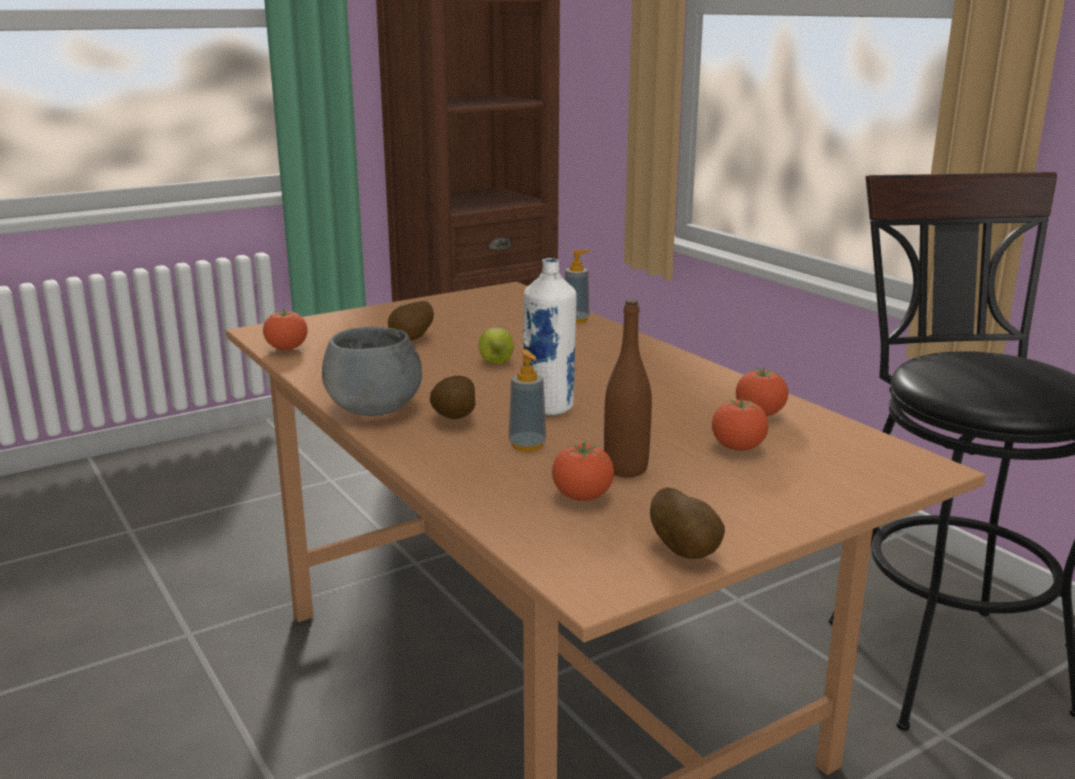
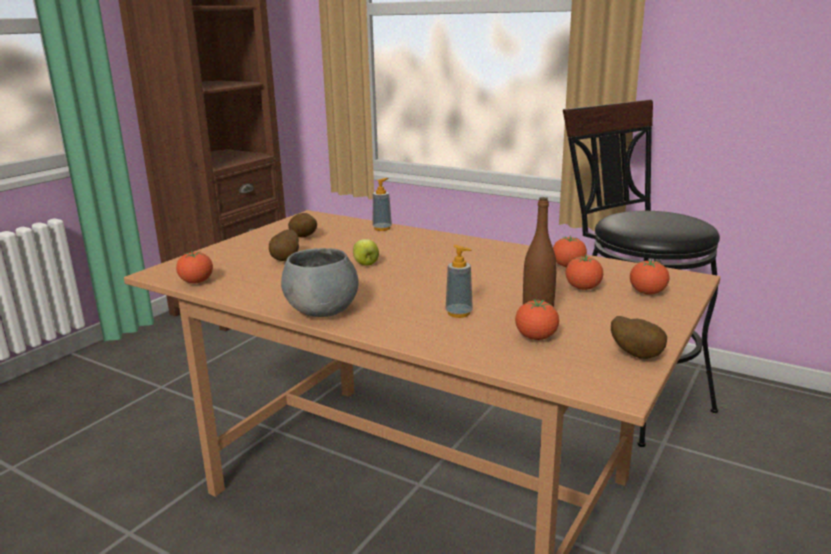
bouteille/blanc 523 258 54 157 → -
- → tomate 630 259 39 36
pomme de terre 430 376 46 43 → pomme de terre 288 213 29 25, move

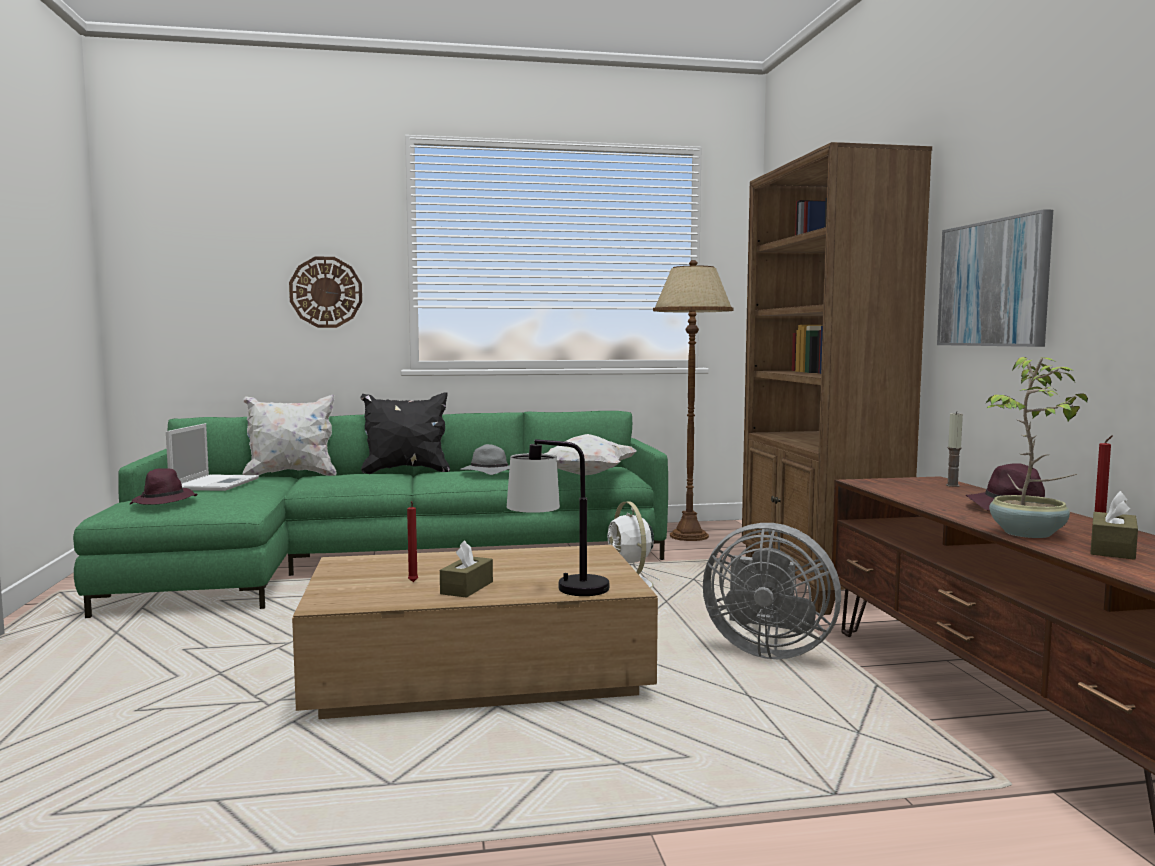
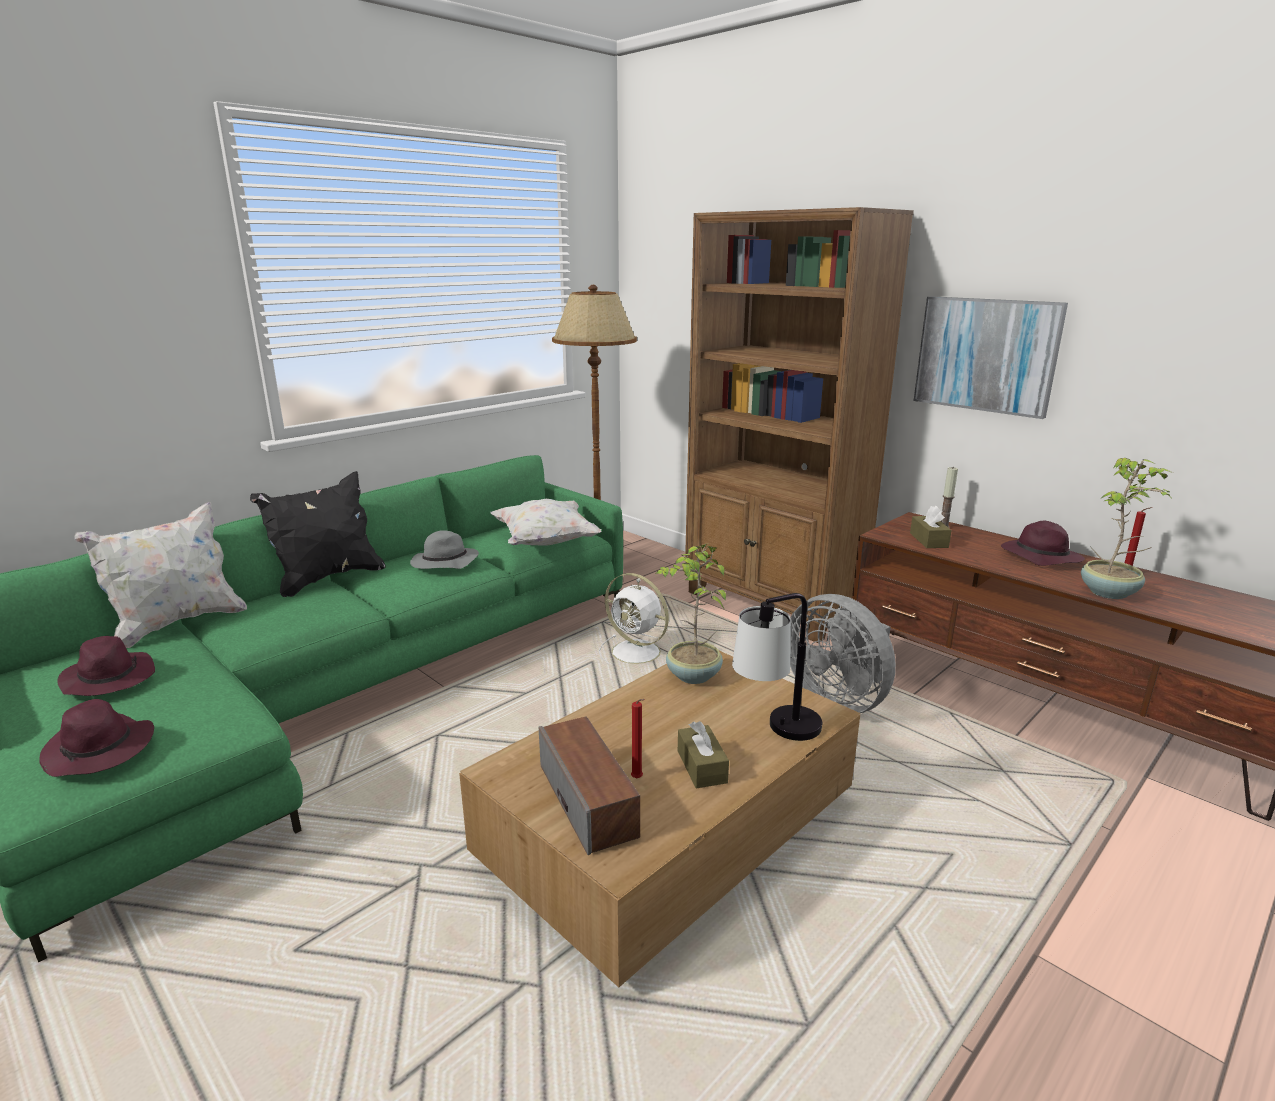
horloge murale 289 256 73 72 → -
- → enceinte 539 716 101 139
- → plante en pot 655 543 71 141
boîte à mouchoirs/marron 1090 491 48 69 → boîte à mouchoirs/marron 910 505 42 43, move
ordinateur portable 166 423 93 68 → chapeau/violet 57 636 98 60
ventilateur/gris 703 523 138 136 → ventilateur/gris 790 594 106 119, 60 degrees clockwise

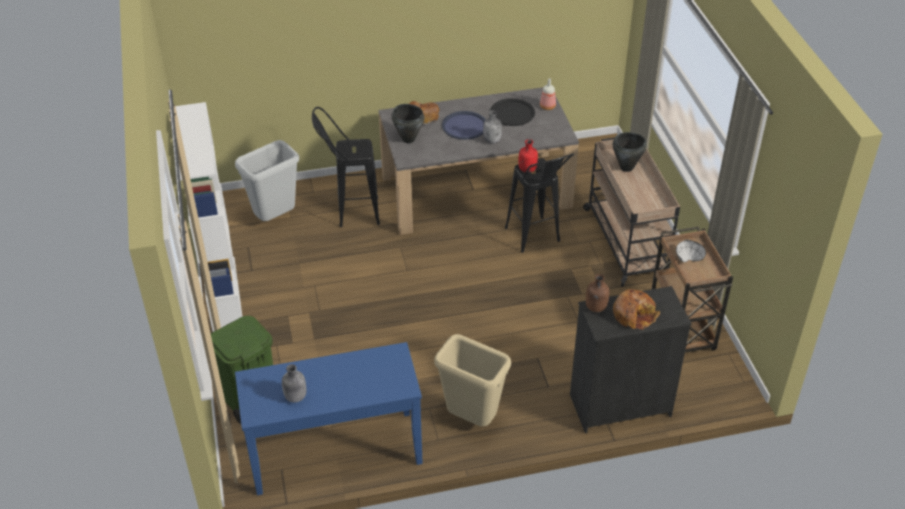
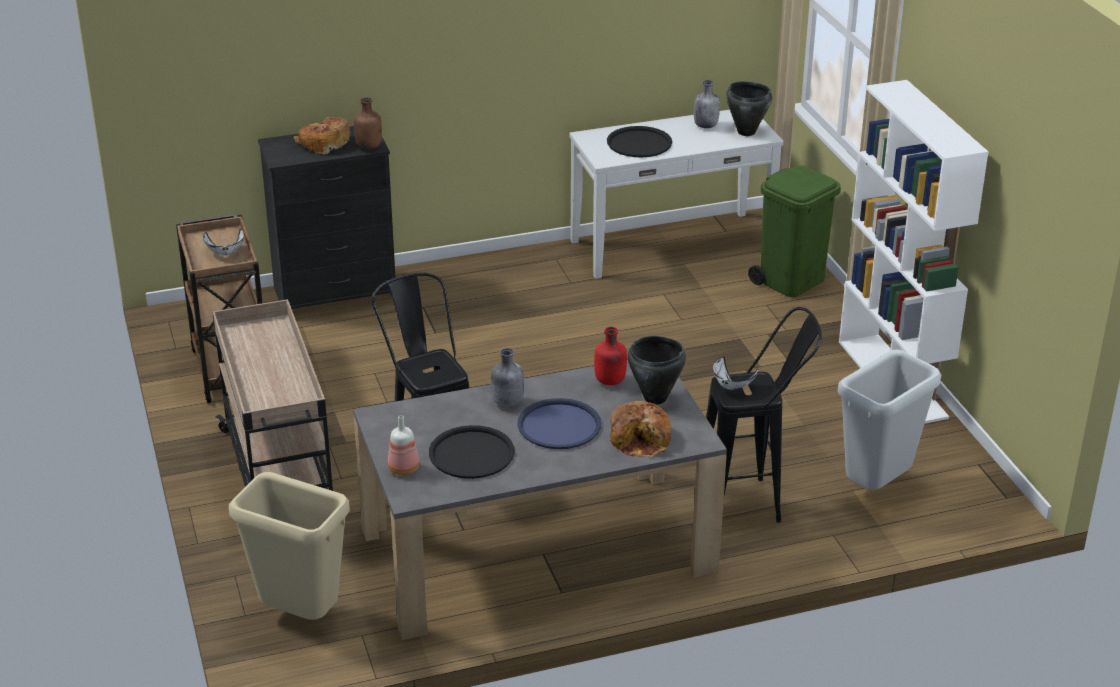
- → plateau/noir 607 126 65 31
- → bol/blanc 713 357 46 33
poubelle/beige 434 334 77 93 → poubelle/beige 229 472 121 148, move
bouteille/rouge 518 139 20 34 → bouteille/rouge 594 327 33 58, move
marmite/noir 613 132 34 40 → marmite/noir 726 81 46 55, move
table console/bleu 235 342 188 153 → table console/blanc 570 110 213 169

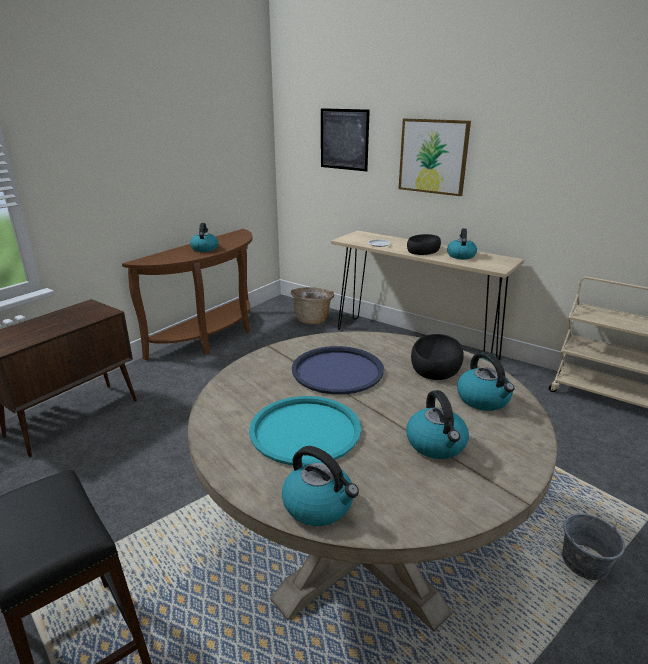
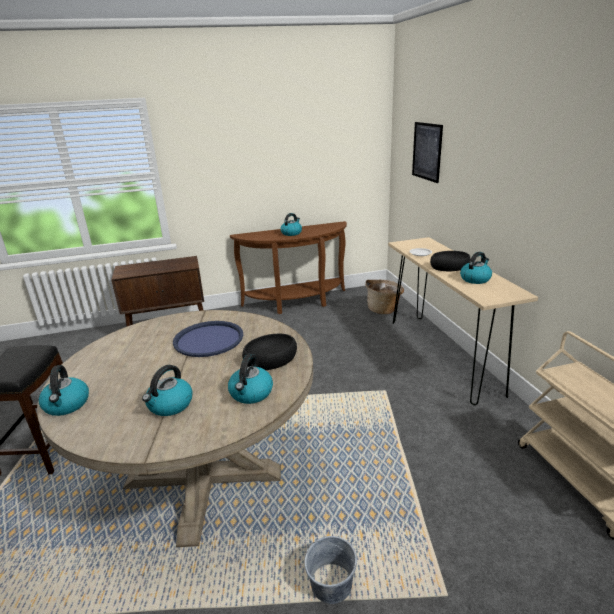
plateau/turquoise 249 396 112 69 → -
tableau 399 118 72 78 → -

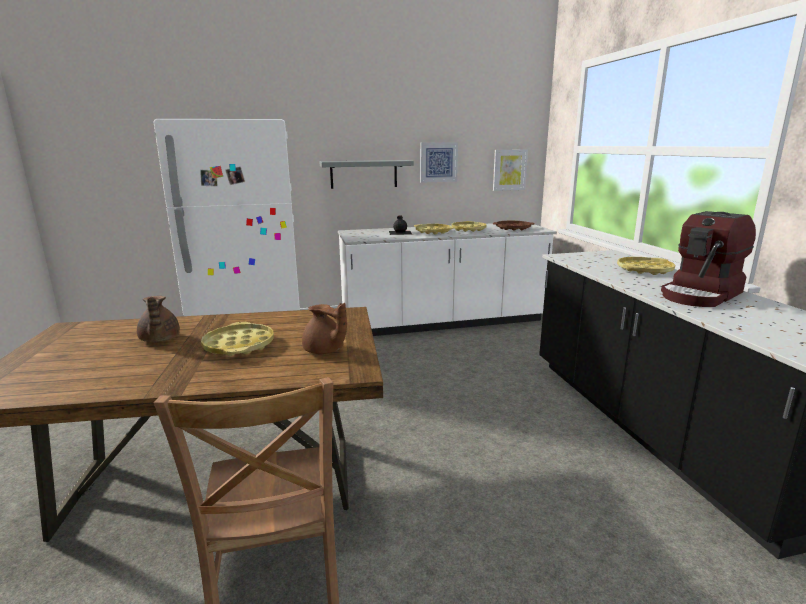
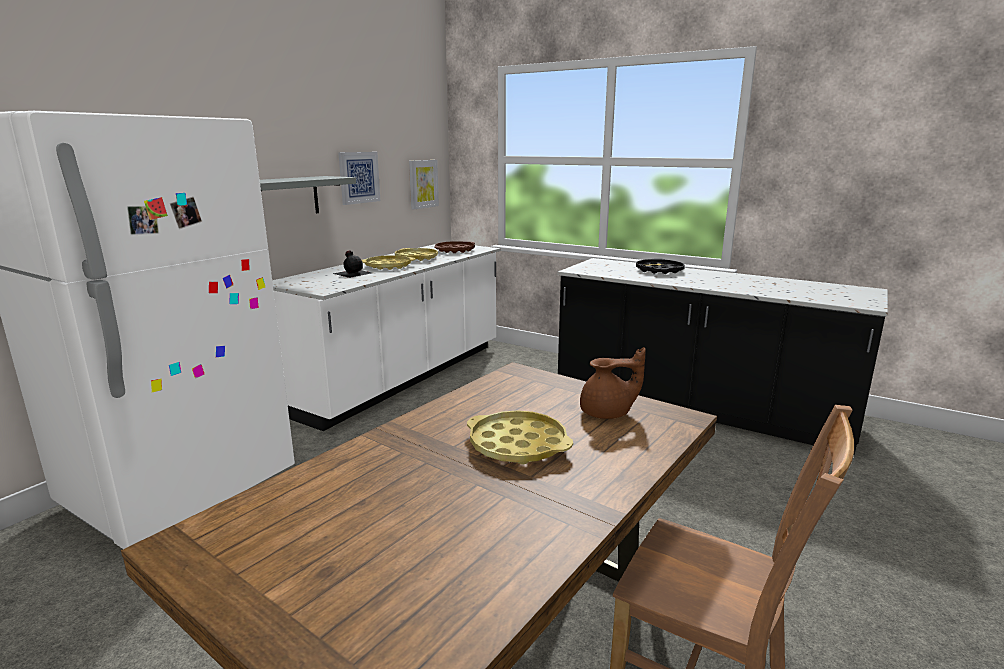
théière/marron 137 296 43 46 → -
machine à café 661 211 95 96 → -
plateau/jaune 617 257 58 18 → plateau/noir 636 258 49 16

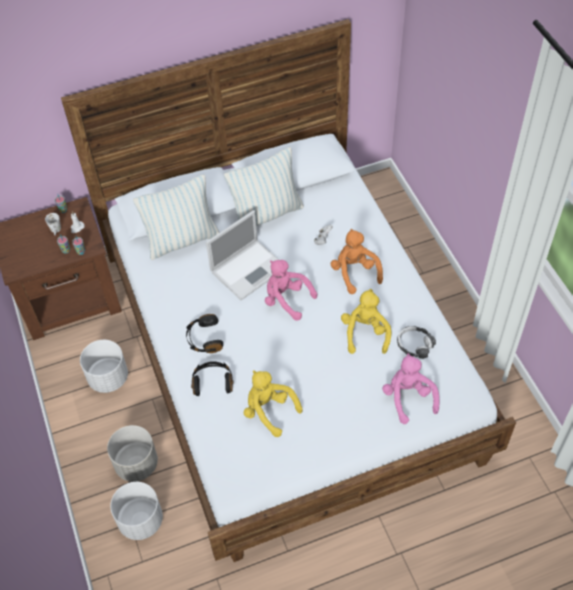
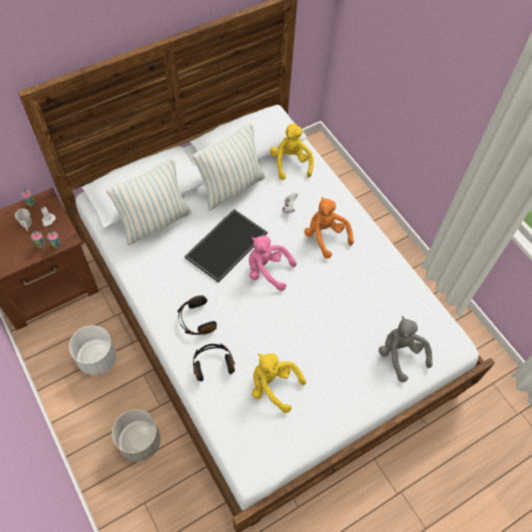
cache-pot/blanc 110 482 53 58 → -
casque audio 397 326 39 33 → -
peluche/jaune 341 289 50 65 → peluche/jaune 270 123 44 57, move
ordinateur portable 206 210 73 90 → plateau 184 209 83 74
peluche/rose 382 353 58 71 → peluche/gris 379 316 54 66

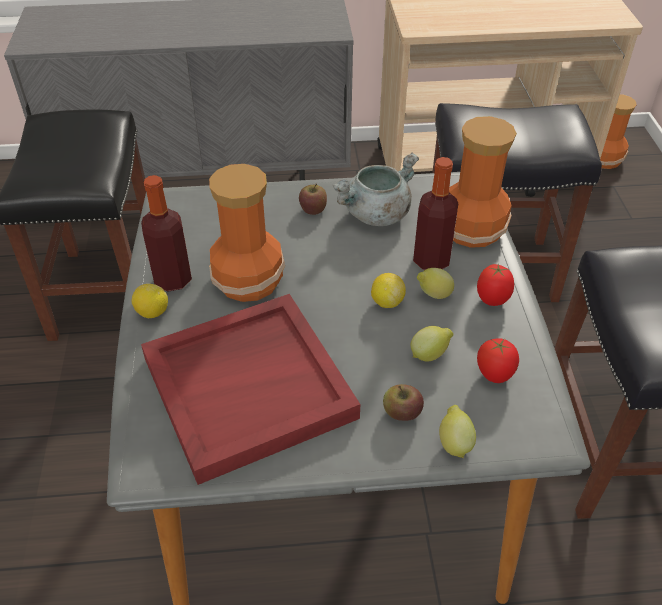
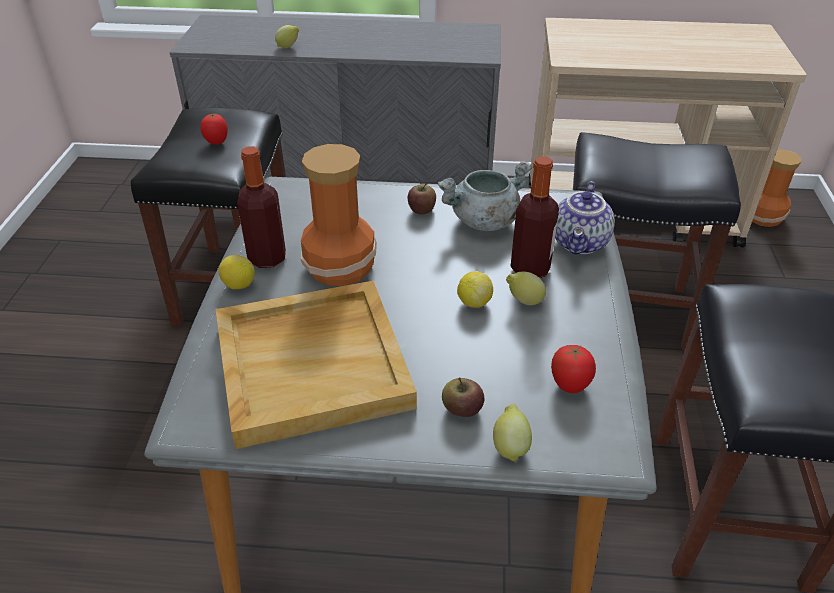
citron 411 326 43 36 → citron 275 25 24 23, move
tomate 477 264 37 42 → tomate 200 113 28 32, move
vase 449 116 68 132 → théière 555 181 60 73
plateau/rouge 141 294 219 191 → plateau/beige 215 281 202 168

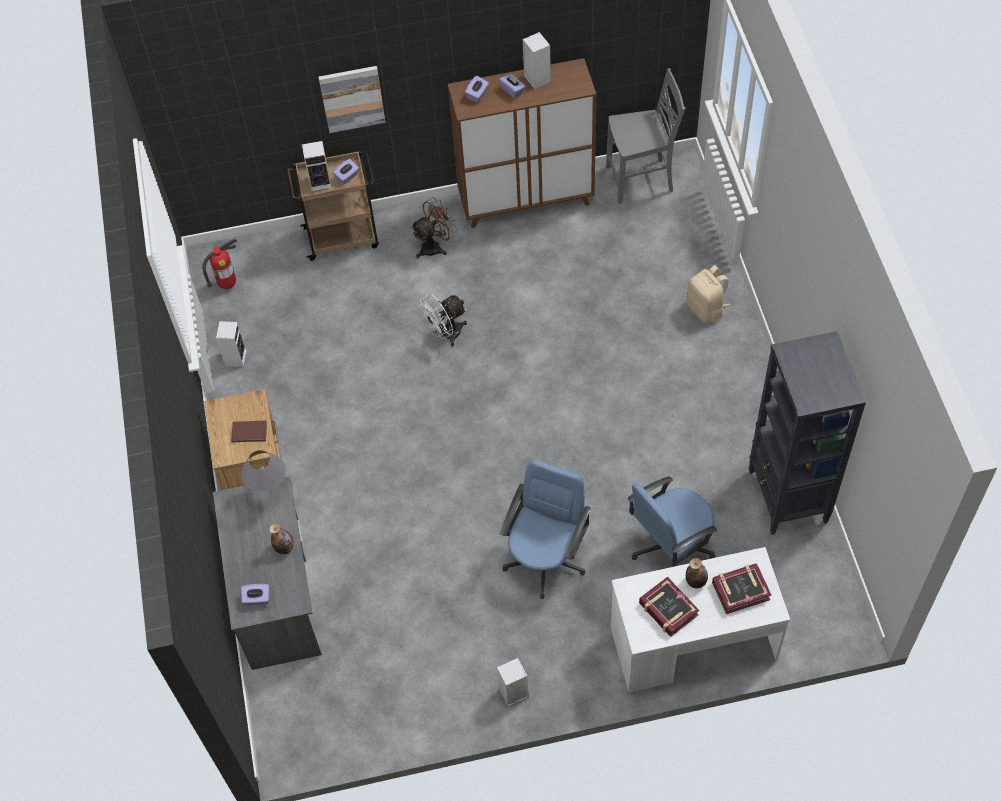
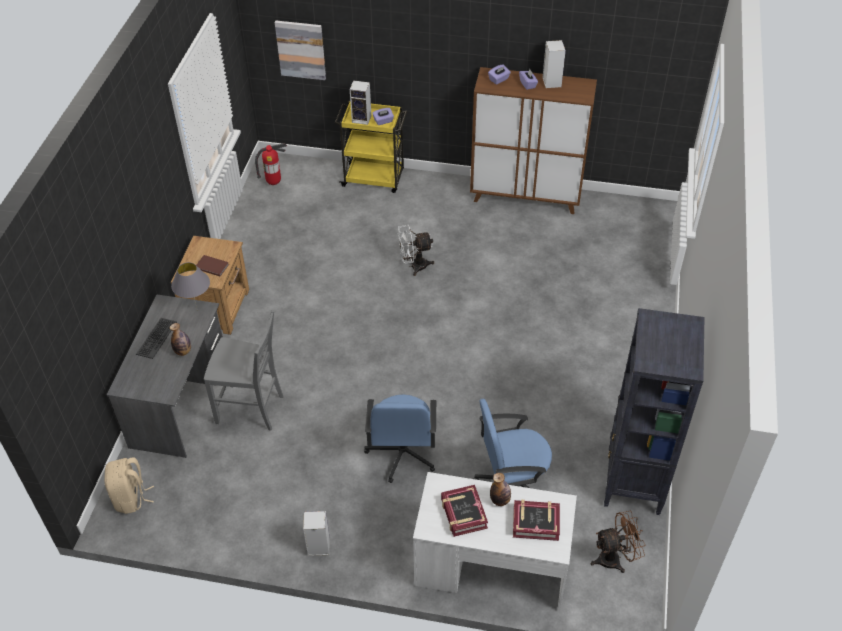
enceinte 216 321 31 46 → -
boîte à mouchoirs/violet 241 584 28 21 → -
- → clavier 136 318 41 41
tableau 319 66 66 67 → tableau 275 21 51 59, move
ventilateur/marron 411 197 46 62 → ventilateur/marron 591 511 54 62, move
chaise/gris 606 68 79 136 → chaise/gris 204 310 79 121, move
sac à dos/beige 686 265 44 59 → sac à dos/beige 104 458 50 56, move
chariot/marron 287 151 92 110 → chariot/jaune 335 101 72 92
chaise de bureau/bleu 500 459 91 140 → chaise de bureau/bleu 364 394 72 89, 135 degrees clockwise

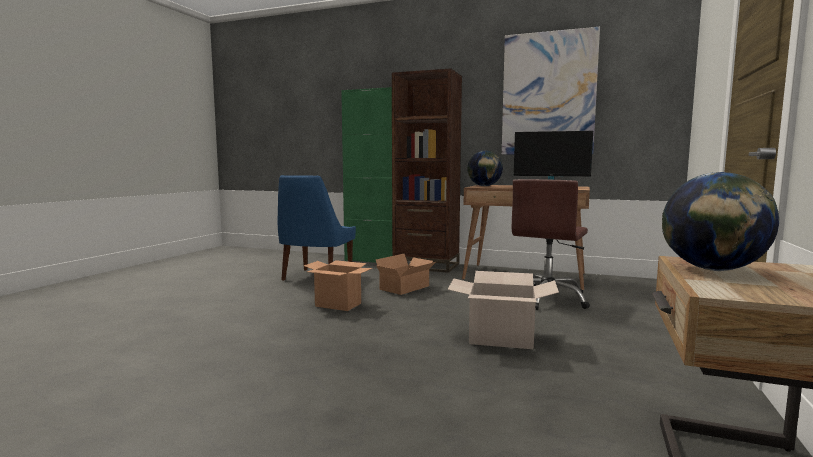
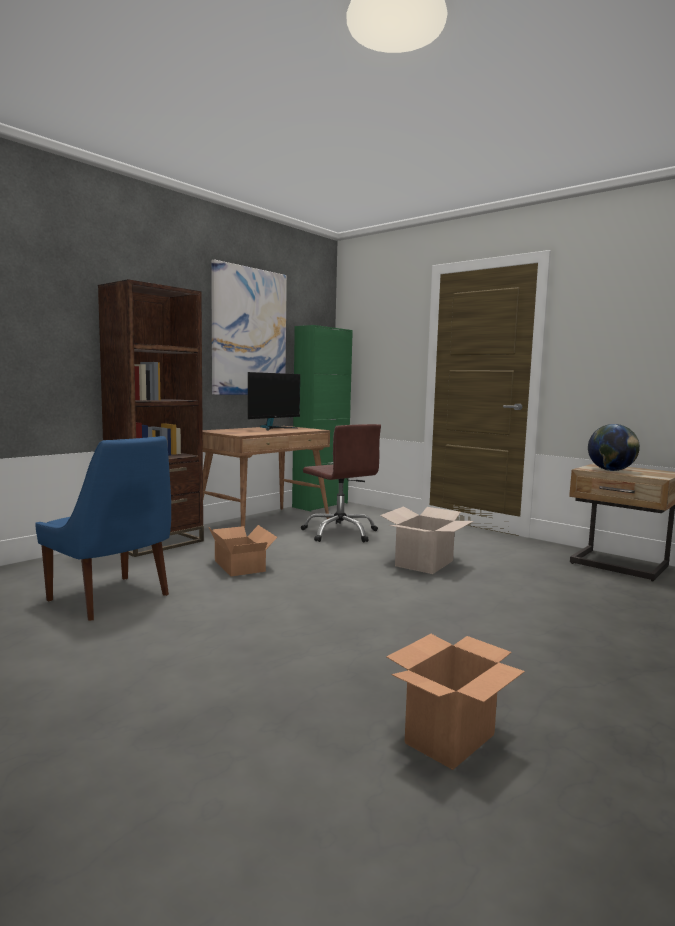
globe 467 150 36 36 → -
carton 304 260 68 51 → carton 386 634 139 136, move
meuble de rangement/vert 341 87 51 176 → meuble de rangement/vert 292 325 61 186, move

